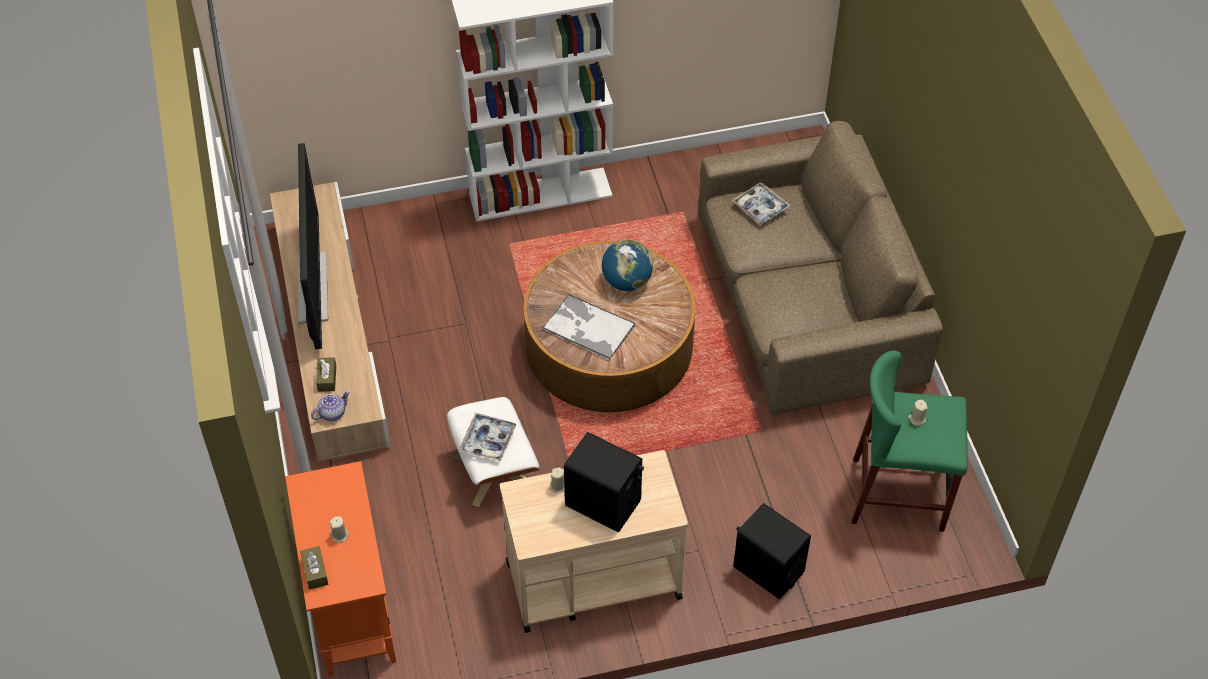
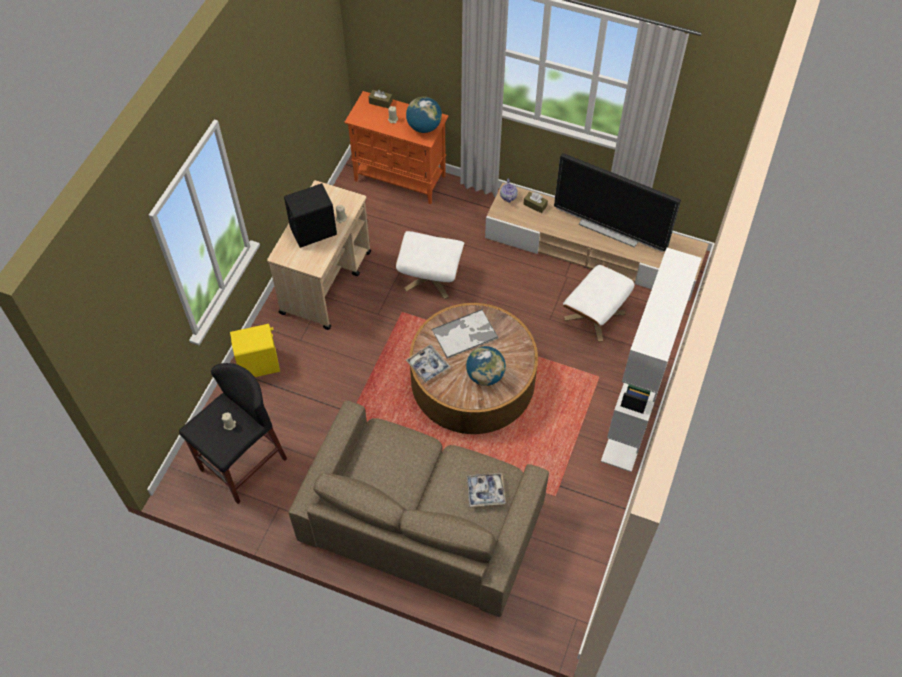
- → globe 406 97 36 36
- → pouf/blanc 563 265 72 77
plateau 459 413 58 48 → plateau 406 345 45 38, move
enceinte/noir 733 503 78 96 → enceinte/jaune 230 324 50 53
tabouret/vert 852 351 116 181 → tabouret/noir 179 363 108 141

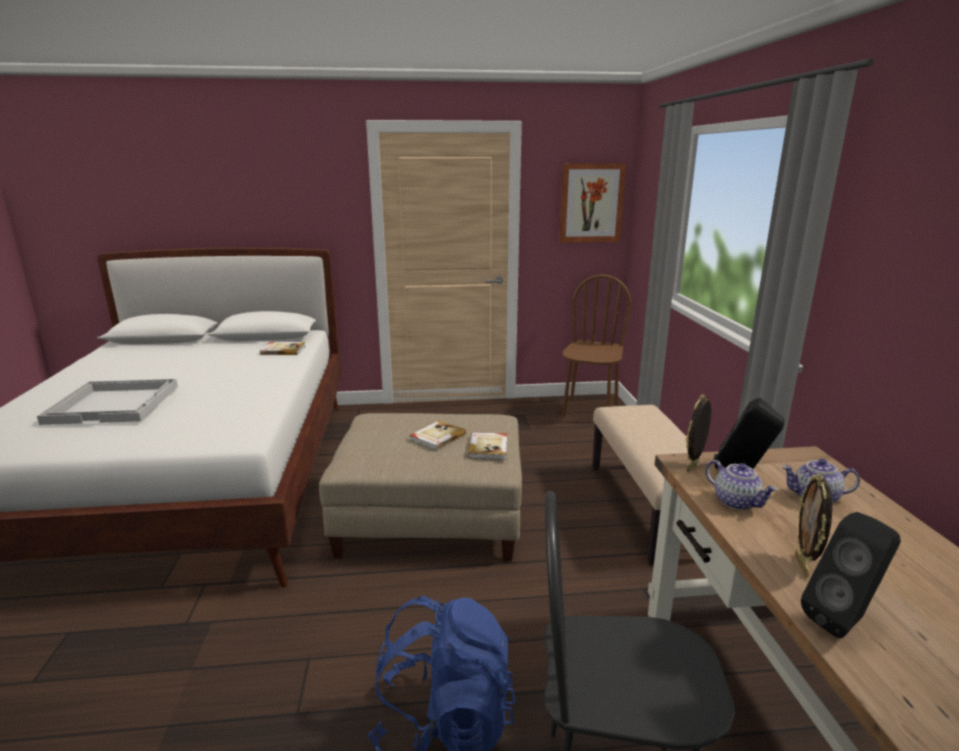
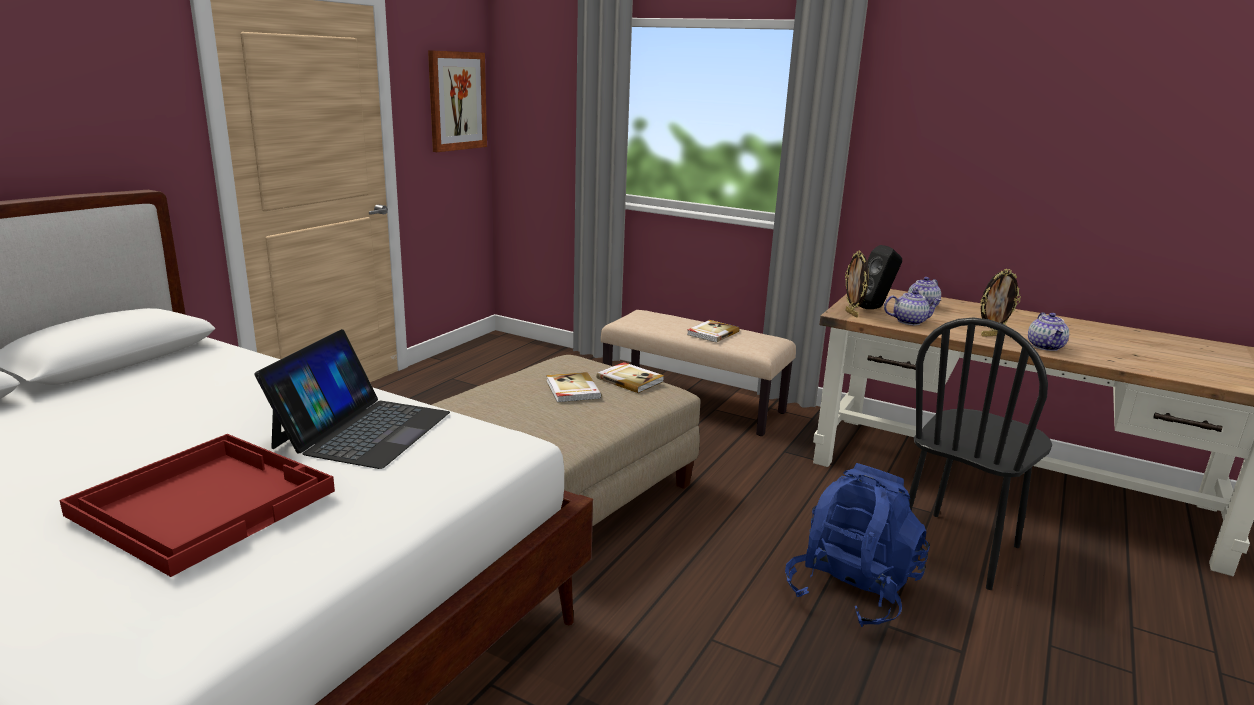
chaise/marron 562 274 69 143 → -
- → ordinateur portable 255 329 195 140
livre 260 342 46 13 → livre 687 320 53 23, move
enceinte/noir 801 512 100 126 → théière 1028 312 41 39
plateau/blanc 37 379 141 46 → plateau/rouge 59 434 276 143
cadre photo 795 474 37 104 → cadre photo 980 269 41 68, 60 degrees counterclockwise

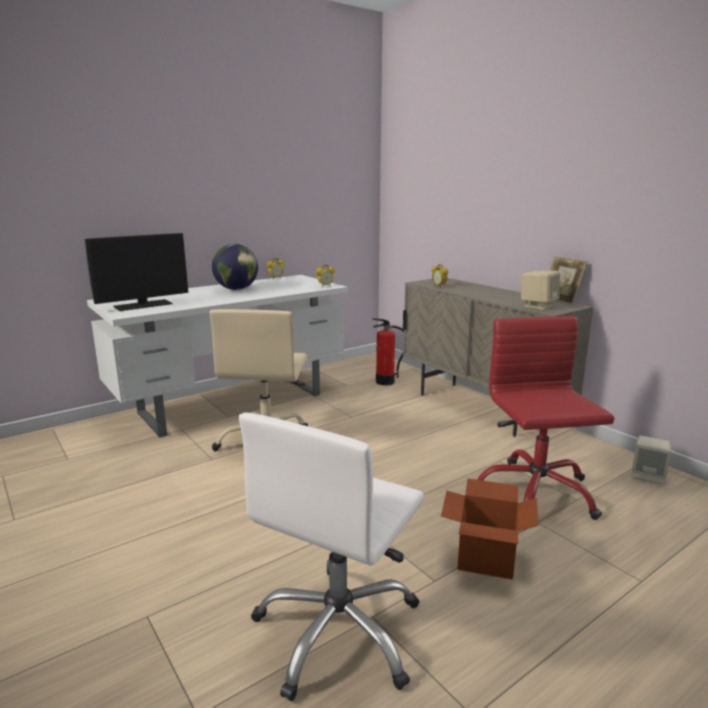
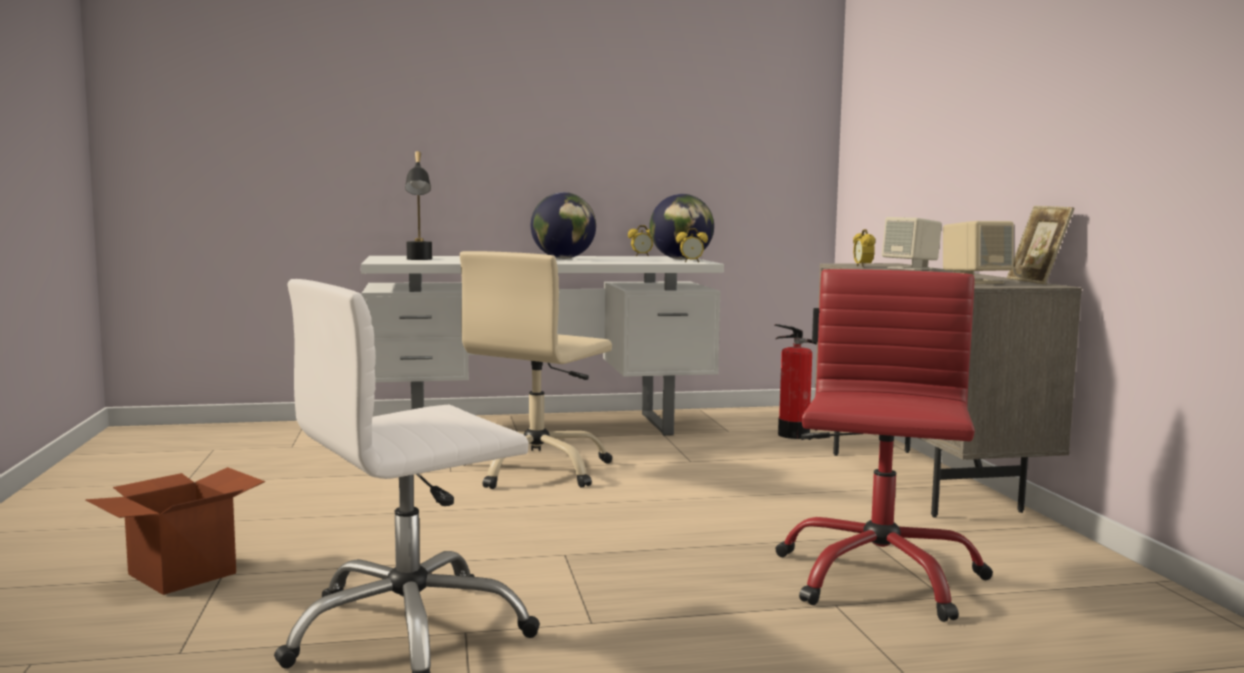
- → globe 649 194 65 65
carton 441 479 97 100 → carton 85 467 180 128, move
enceinte/beige 632 436 39 48 → enceinte/beige 882 217 60 53, move
écran d'ordinateur 85 233 103 78 → lampe de table/noir 405 151 27 109

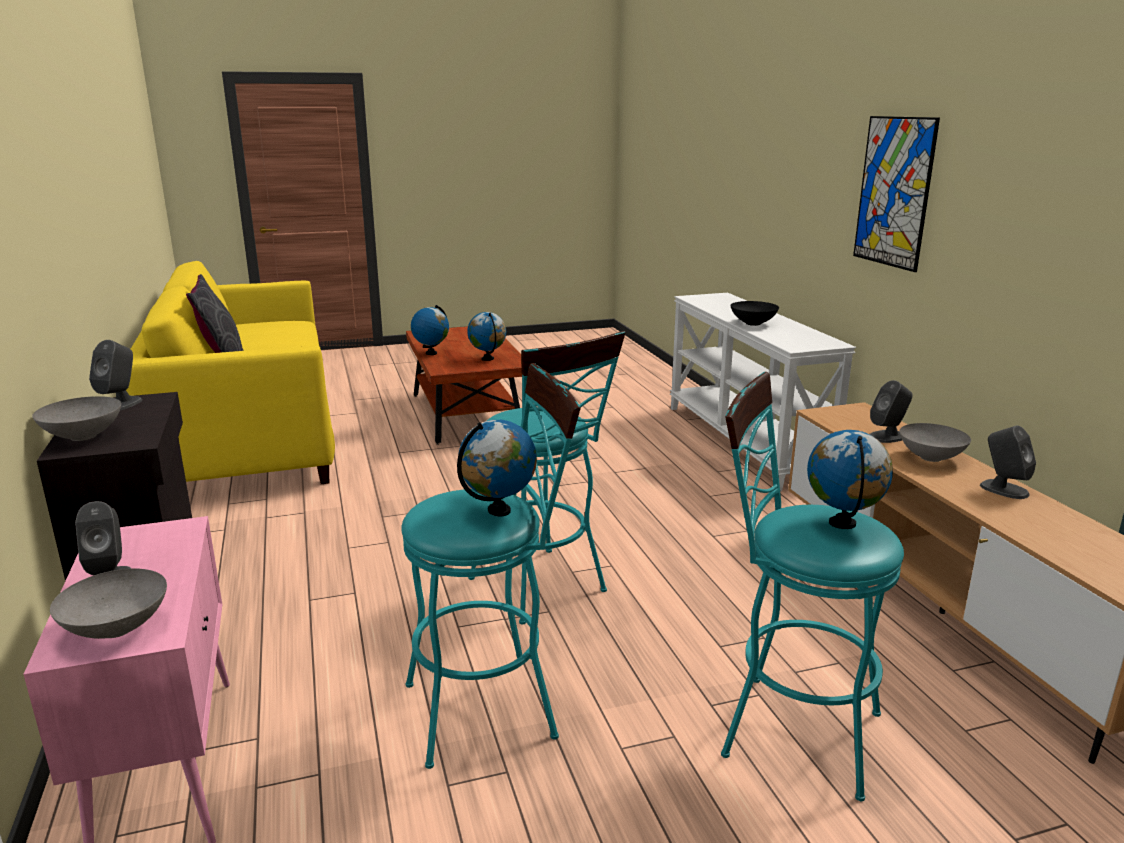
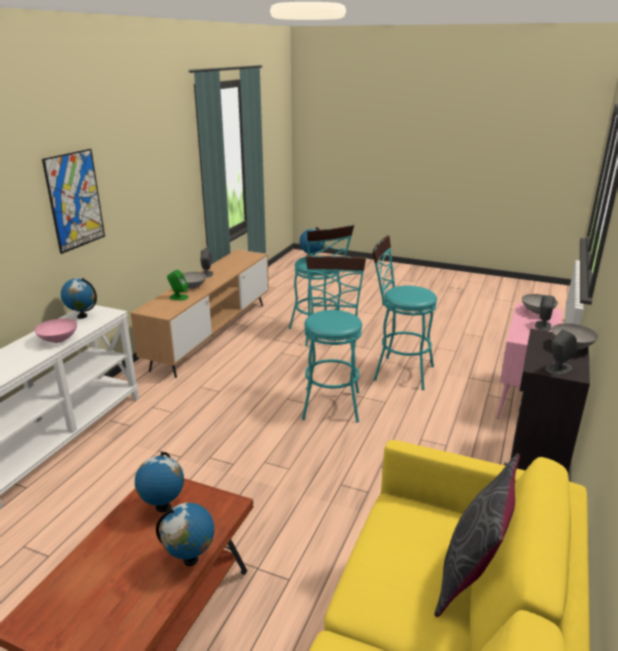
globe 457 420 80 96 → globe 61 278 36 41, move
bol/noir 730 301 49 25 → bol/rose 34 318 43 25
enceinte/gris 869 380 44 63 → enceinte/vert 167 270 22 30

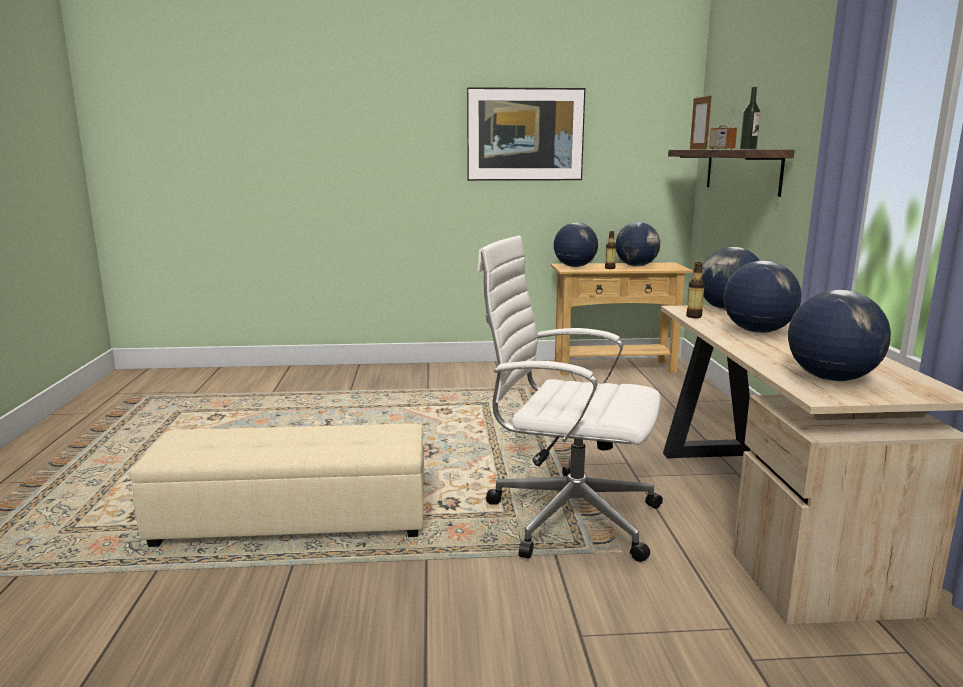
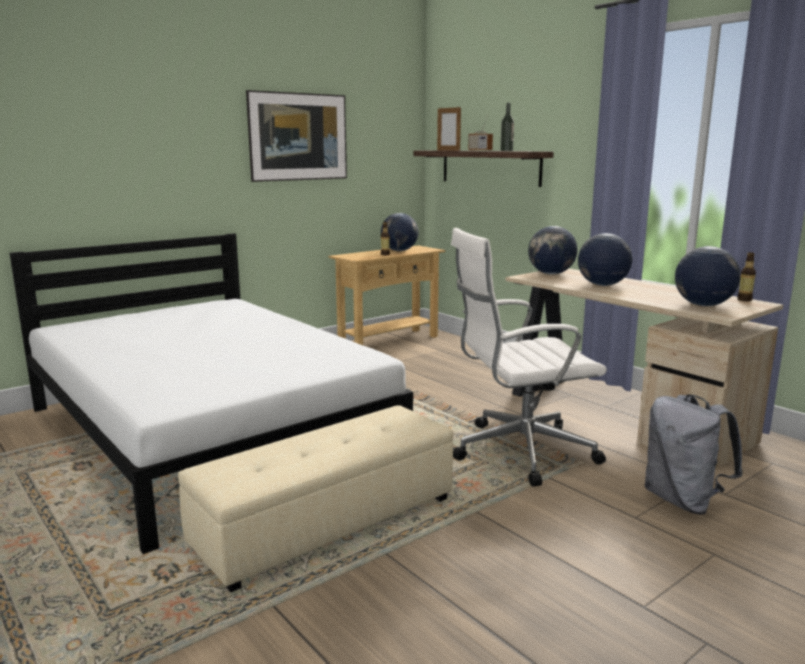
globe 554 223 44 44 → -
- → lit/blanc 10 233 403 321
- → sac à dos/gris 644 394 99 121
bouteille 686 262 19 56 → bouteille 737 252 19 49, move

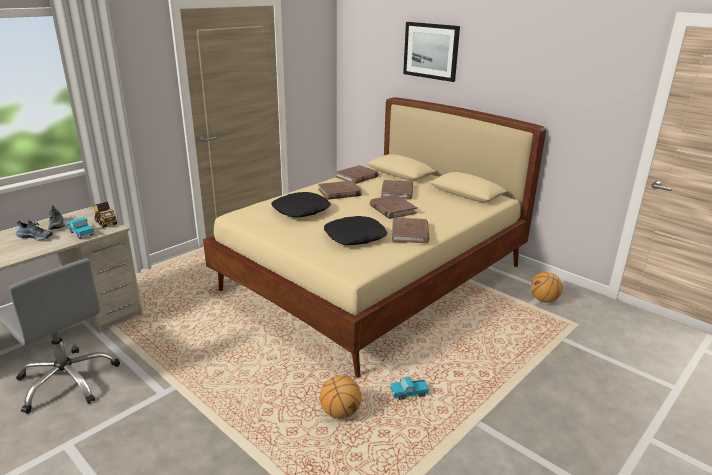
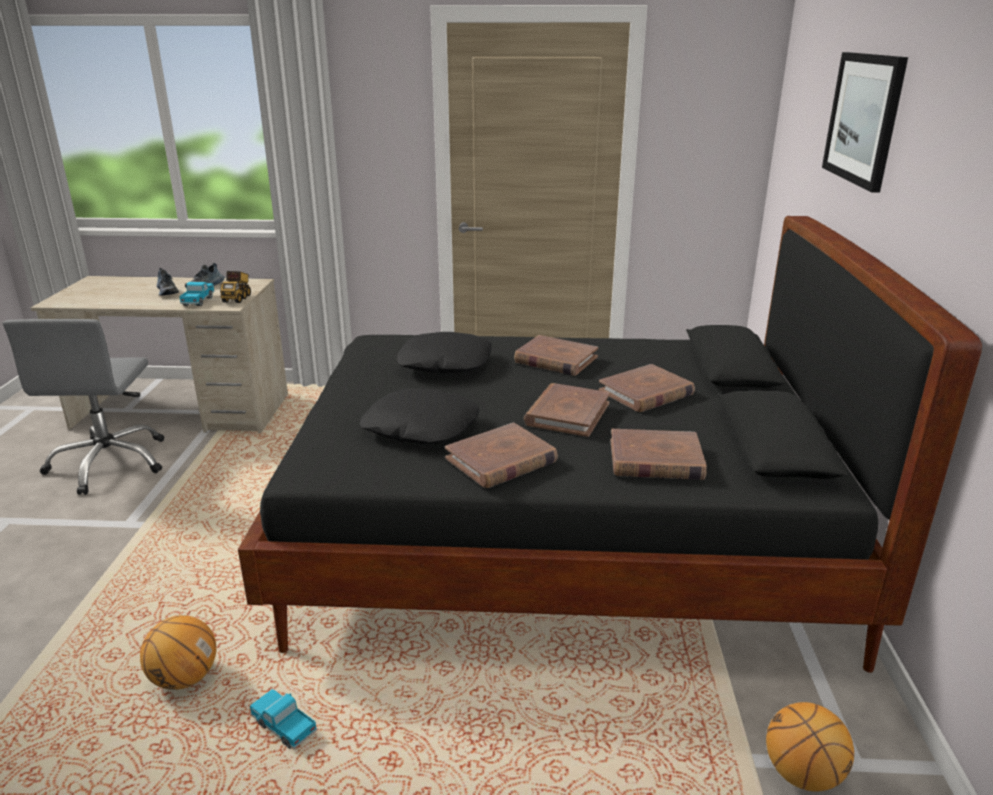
livre/marron 335 165 44 19 → livre/marron 611 429 96 51, move
lit/beige 203 97 343 281 → lit/noir 238 216 744 457

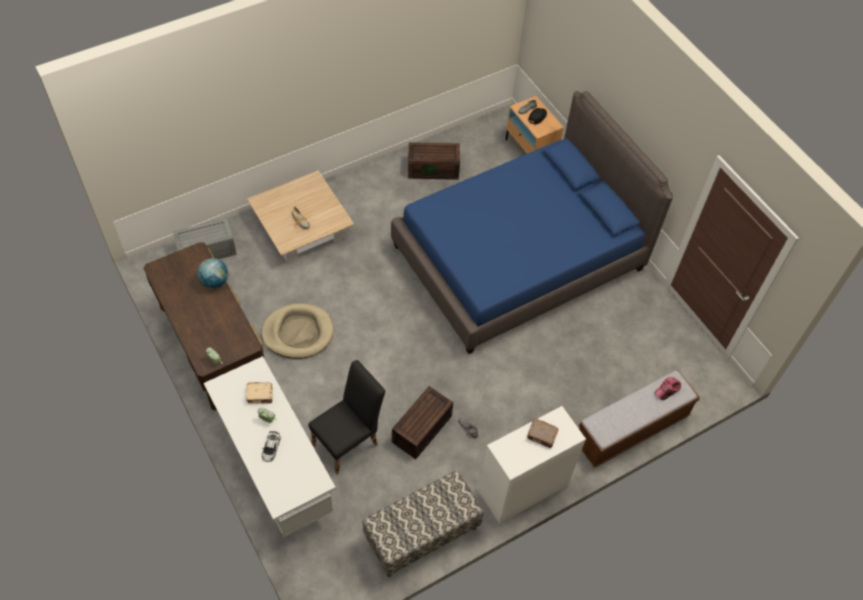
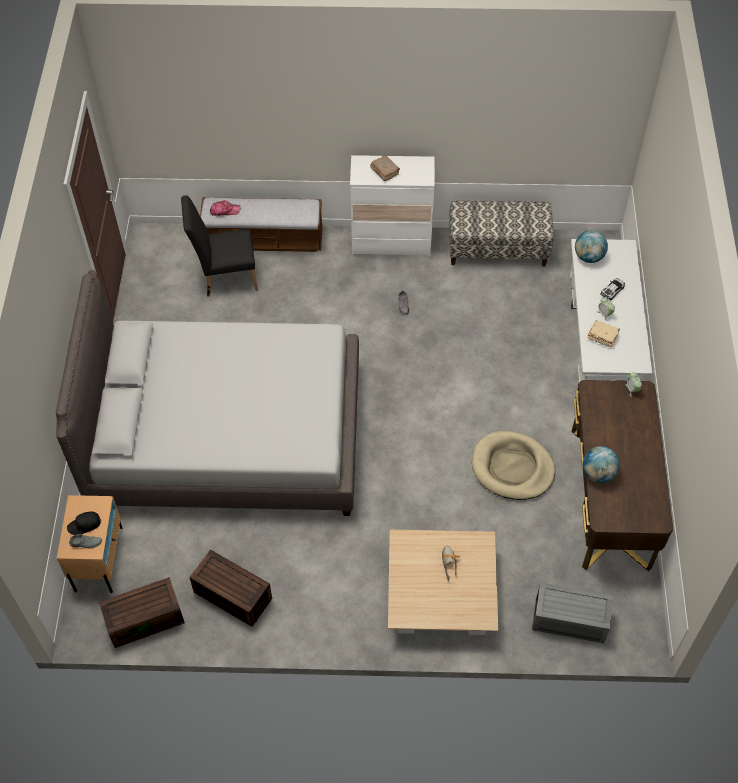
- → globe 575 230 33 33
chaise/noir 309 360 76 114 → chaise/noir 181 195 77 102, move
boîte de rangement/marron 392 386 61 73 → boîte de rangement/marron 99 577 86 71, move
lit/bleu 391 91 282 263 → lit/gris 56 270 303 246

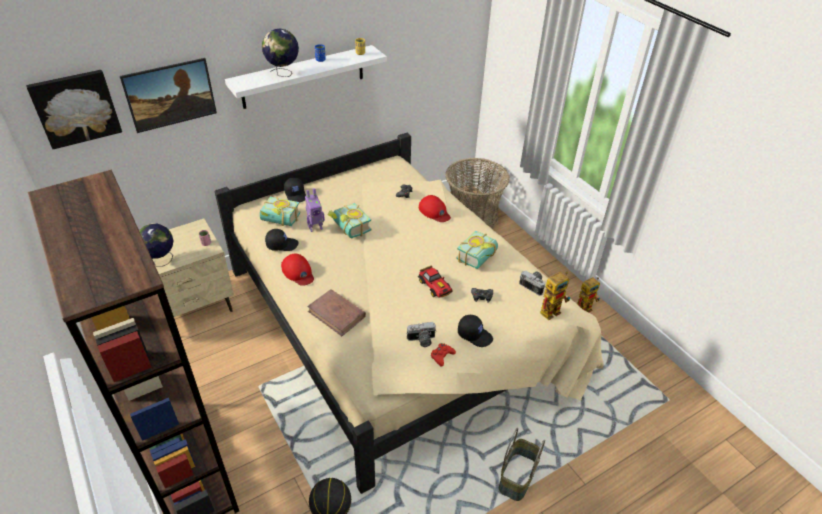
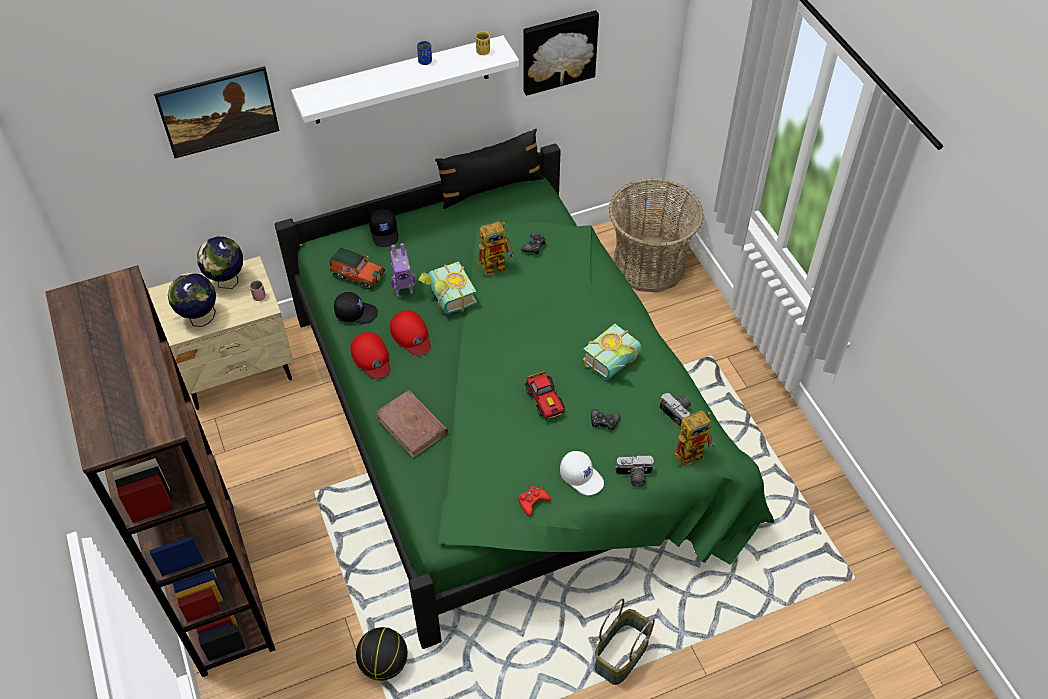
- → coussin/noir 435 128 109 81
tableau 26 70 96 79 → tableau 523 10 76 86, move
globe 262 29 37 48 → globe 197 236 46 53, move
appareil photo 407 322 30 25 → appareil photo 615 456 39 31, move
casquette/rouge 419 195 32 27 → casquette/rouge 390 310 41 45, move
robot jouet 577 277 23 35 → robot jouet 477 221 36 55, move
livre 260 197 40 29 → petite voiture 330 247 55 42
lit/beige 214 133 389 361 → lit/vert 274 143 500 506
casquette/noir 458 315 35 32 → casquette/blanc 560 451 44 44

